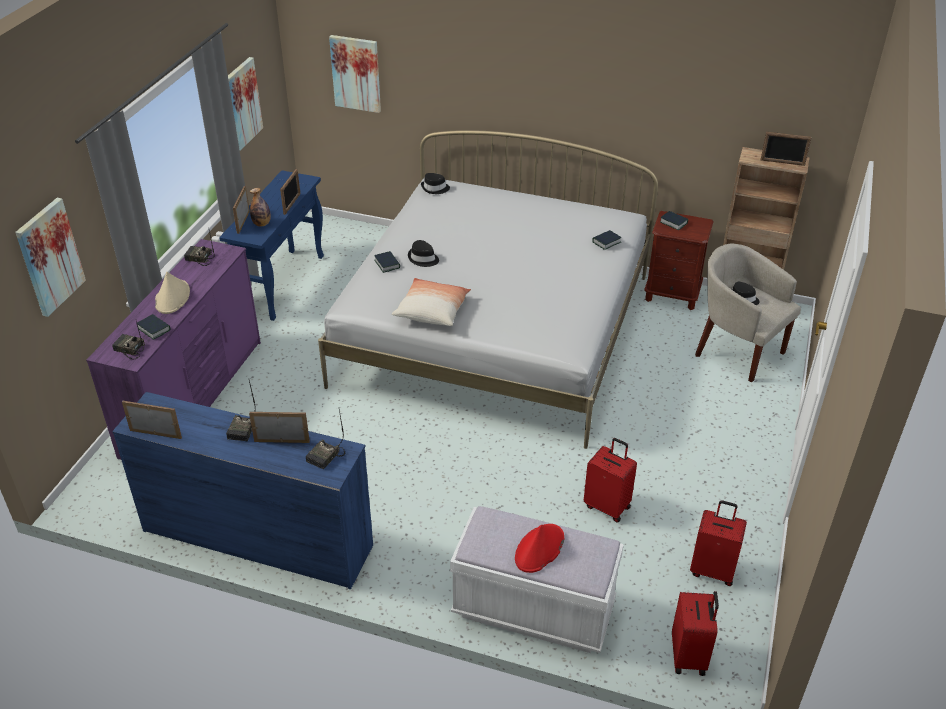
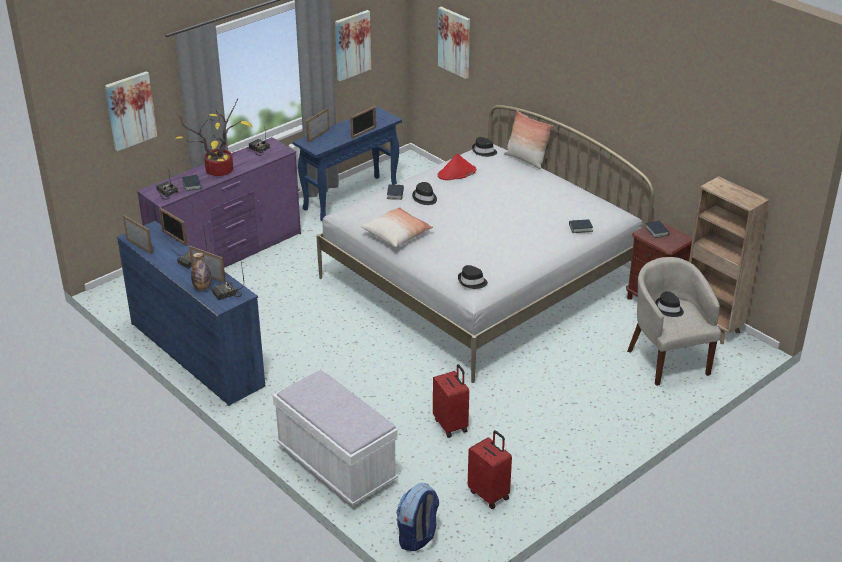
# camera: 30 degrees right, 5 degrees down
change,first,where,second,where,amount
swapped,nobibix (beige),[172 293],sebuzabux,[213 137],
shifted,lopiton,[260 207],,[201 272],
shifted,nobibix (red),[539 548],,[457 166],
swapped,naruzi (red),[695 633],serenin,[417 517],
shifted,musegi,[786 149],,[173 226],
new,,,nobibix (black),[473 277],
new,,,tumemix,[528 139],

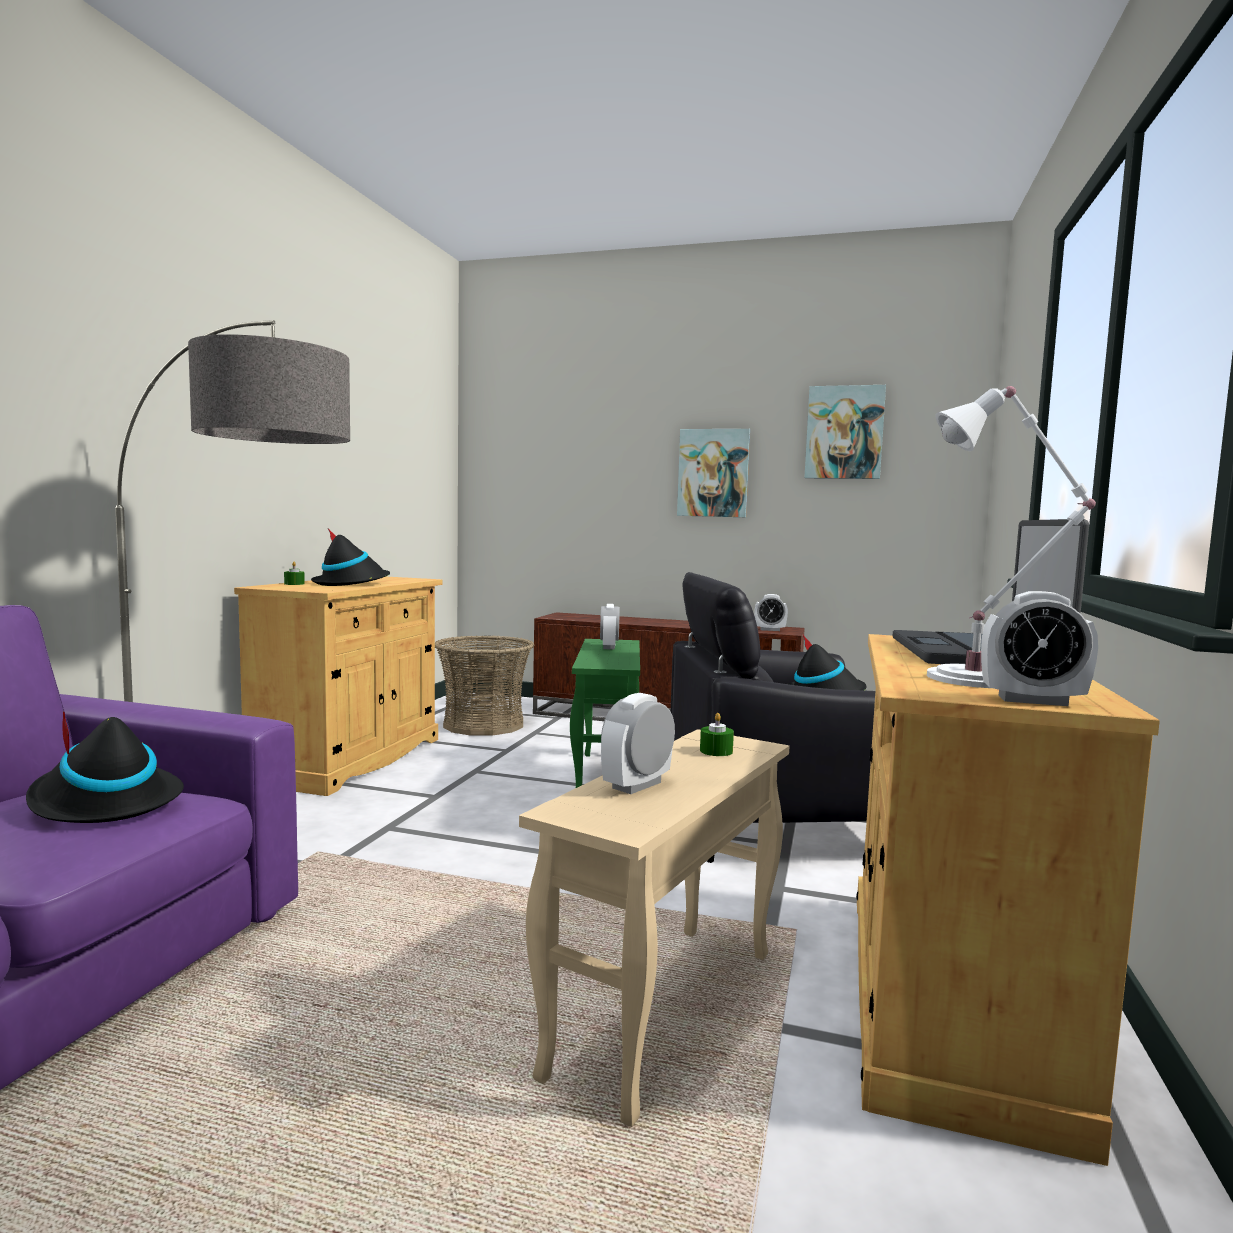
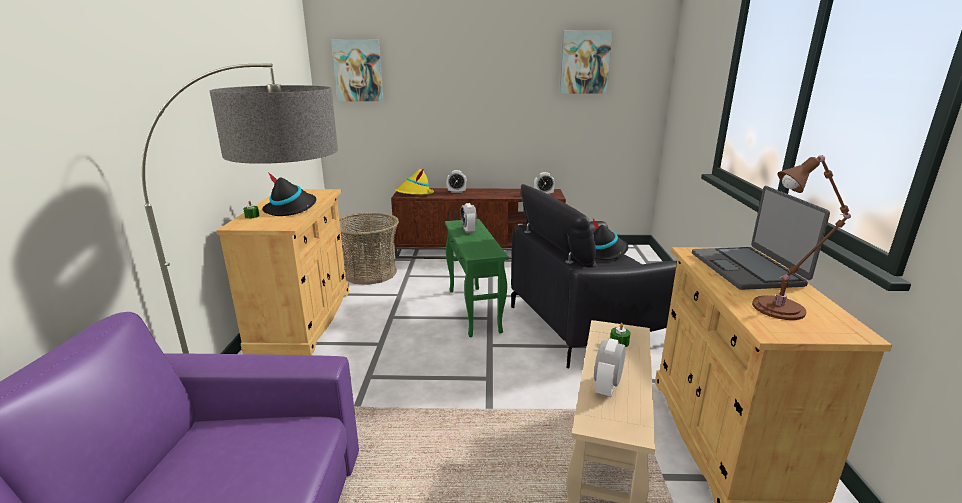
# camera: 15 degrees left, 15 degrees up
change,first,where,second,where,amount
gone,nobibix (black),[105 767],,,
shifted,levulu,[713 473],,[357 71],
repainted,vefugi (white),[1011 537],vefugi (brown),[801 237],
shifted,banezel,[1039 648],,[457 181],
new,,,nobibix (yellow),[414 181],

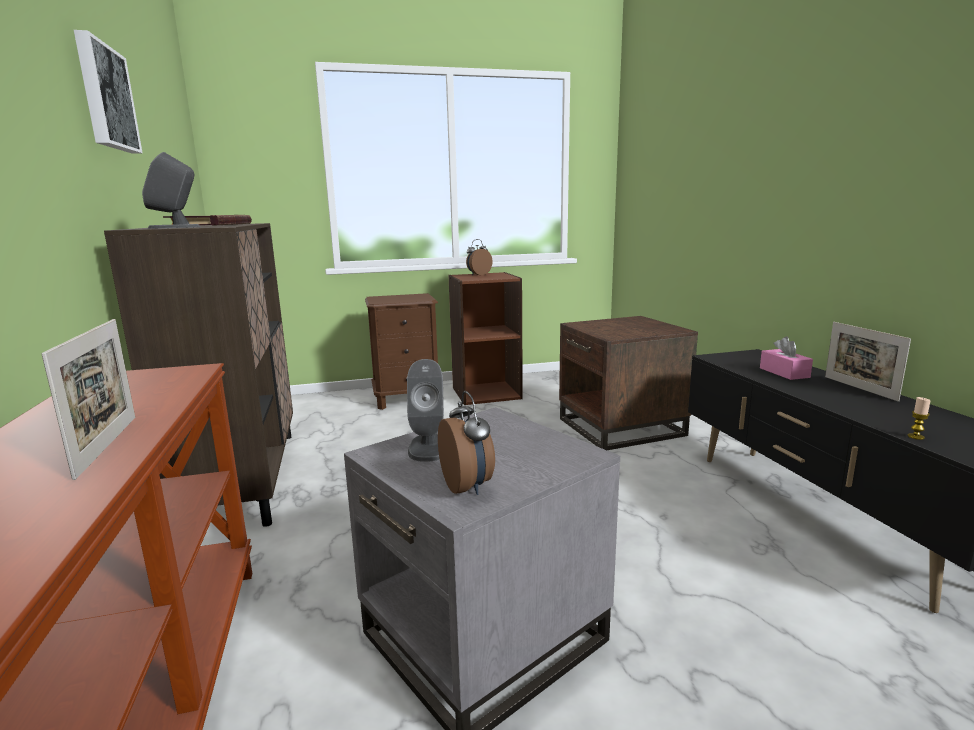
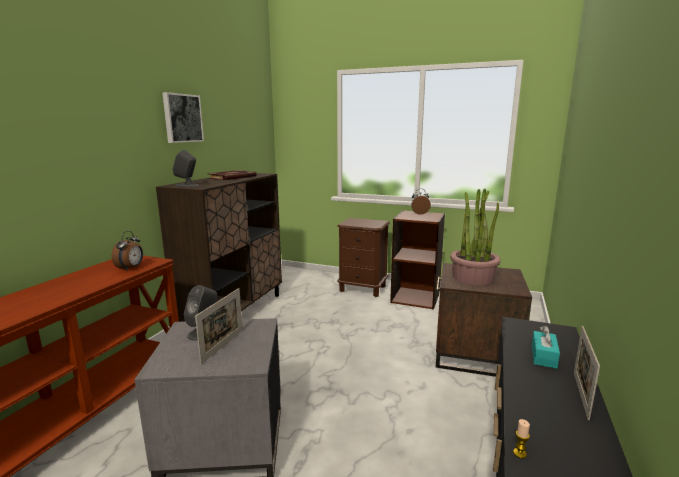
# camera: 35 degrees right, 0 degrees up
change,first,where,second,where,amount
shifted,musegi,[88 399],,[219 326],
shifted,banezel,[466 443],,[127 251],
repainted,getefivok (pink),[786 358],getefivok (turquoise),[546 347],
new,,,sebuzabux,[475 237],

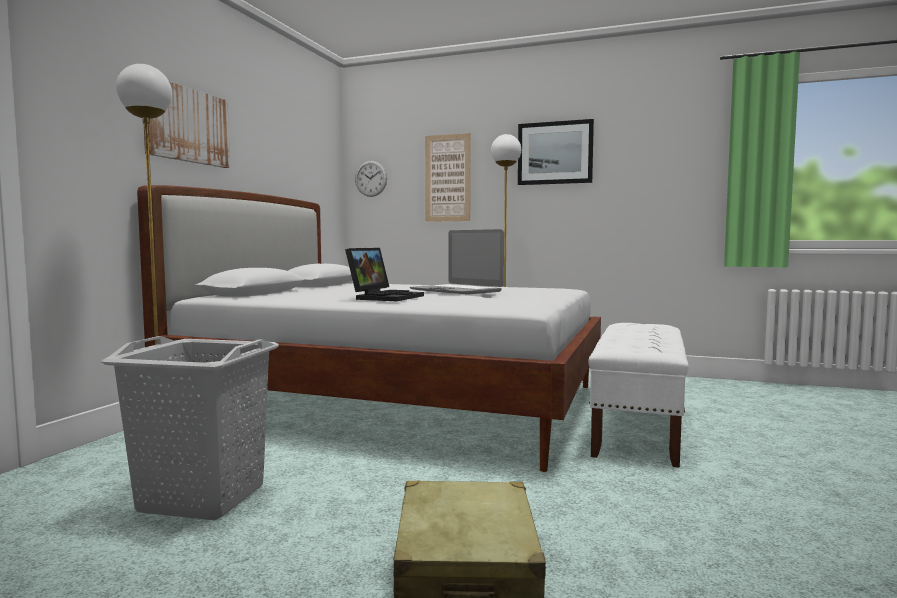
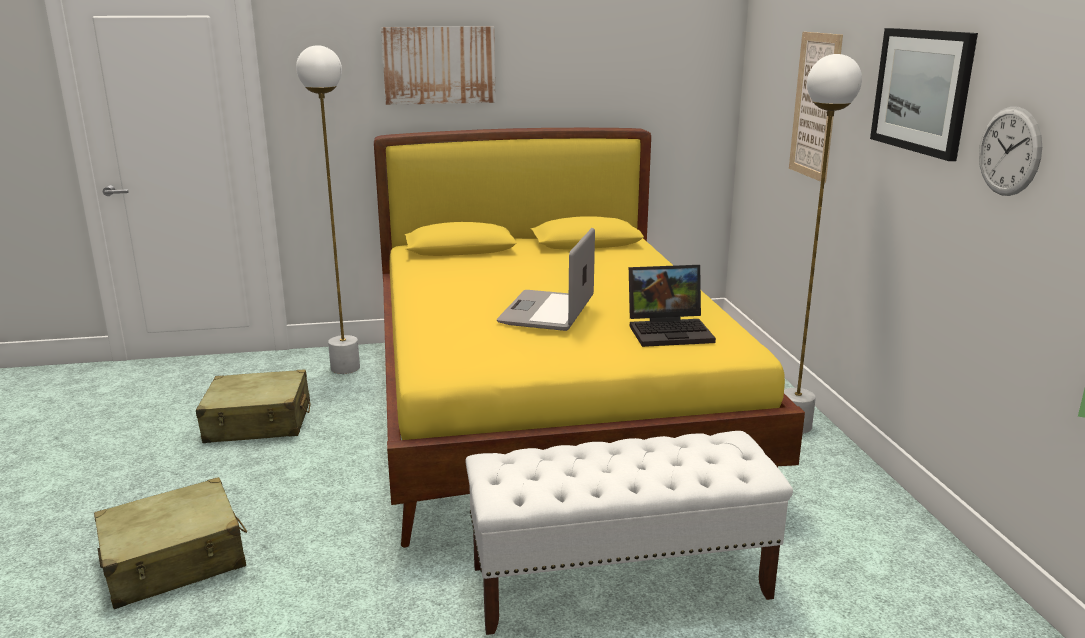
# camera: 60 degrees right, 15 degrees up
change,first,where,second,where,amount
swapped,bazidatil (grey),[190 428],naruzi (beige),[253 406],
repainted,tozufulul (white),[369 328],tozufulul (yellow),[589 338],
shifted,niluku,[384 274],,[672 306],
shifted,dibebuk,[371 179],,[1010 151],

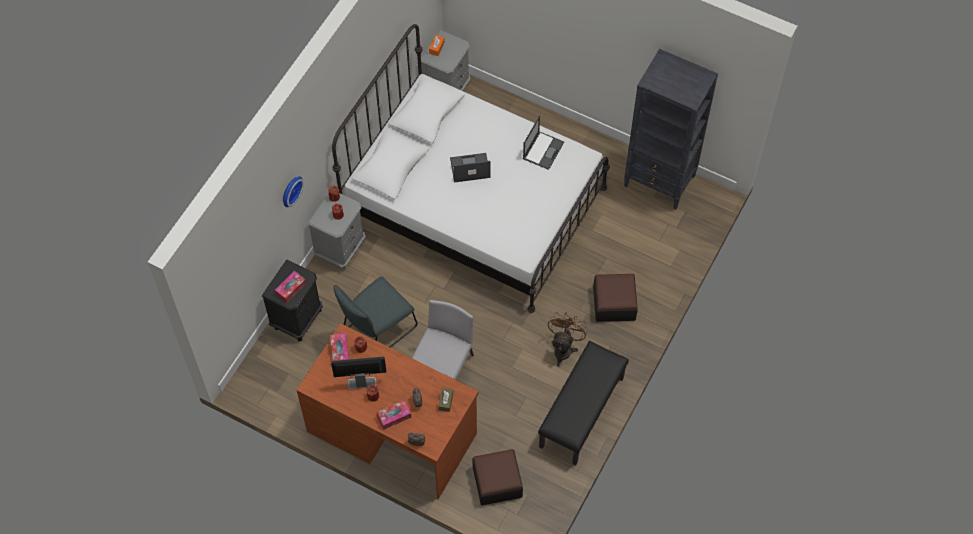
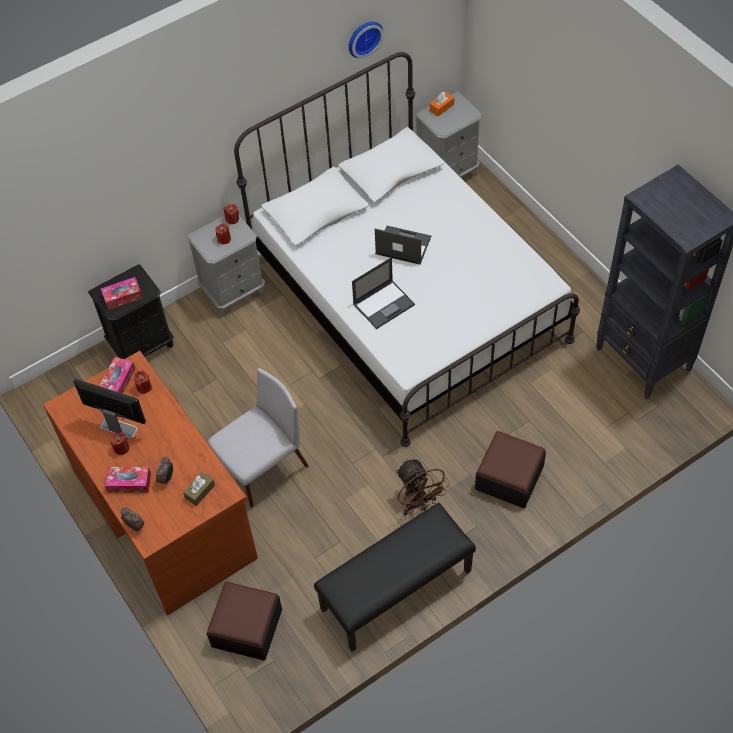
# camera: 30 degrees right, 5 degrees down
change,first,where,second,where,amount
shifted,dibebuk,[293 191],,[366 39],
gone,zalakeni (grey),[375 312],,,
shifted,niluku,[543 143],,[383 293],
rotated,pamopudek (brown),[568 339],,[423 487],105 degrees clockwise

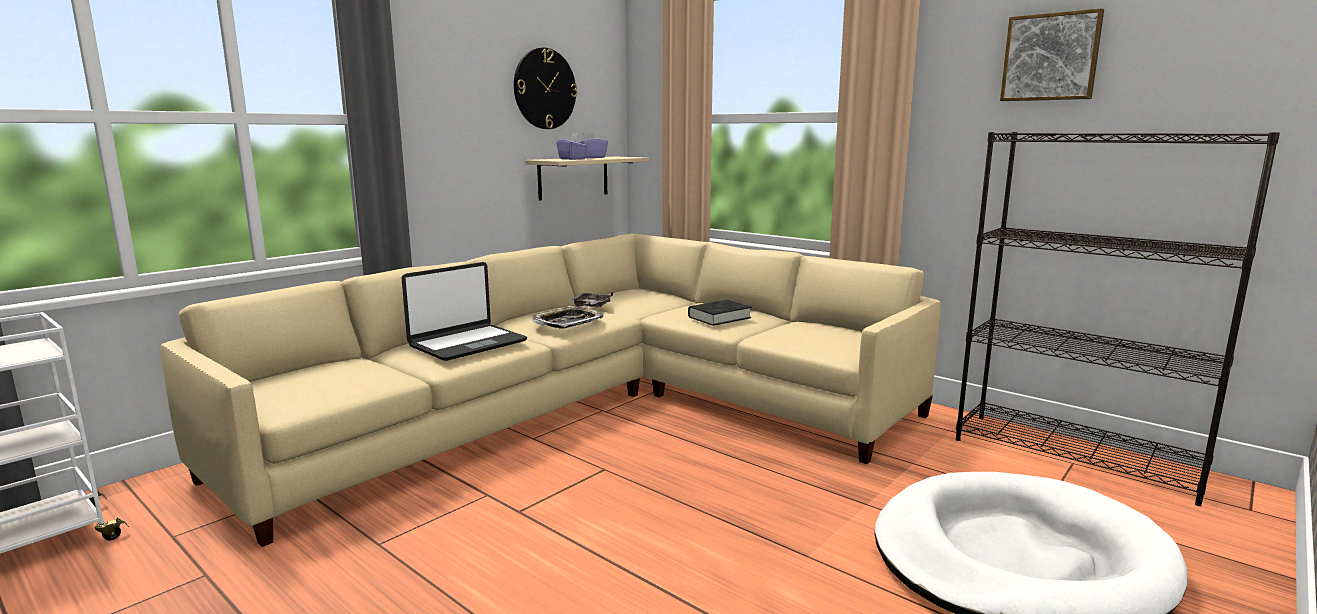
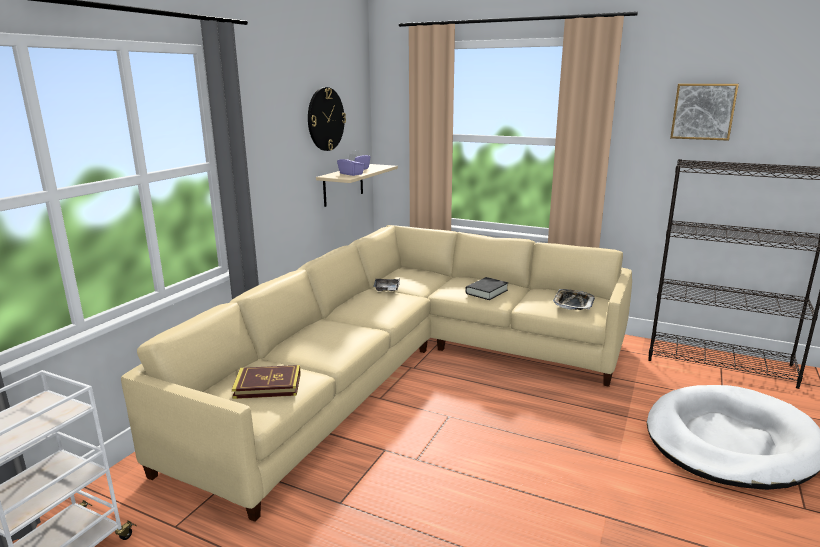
# camera: 15 degrees left, 5 degrees up
change,first,where,second,where,amount
gone,niluku,[464 311],,,
shifted,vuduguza,[568 317],,[574 299],
new,,,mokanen,[266 382],

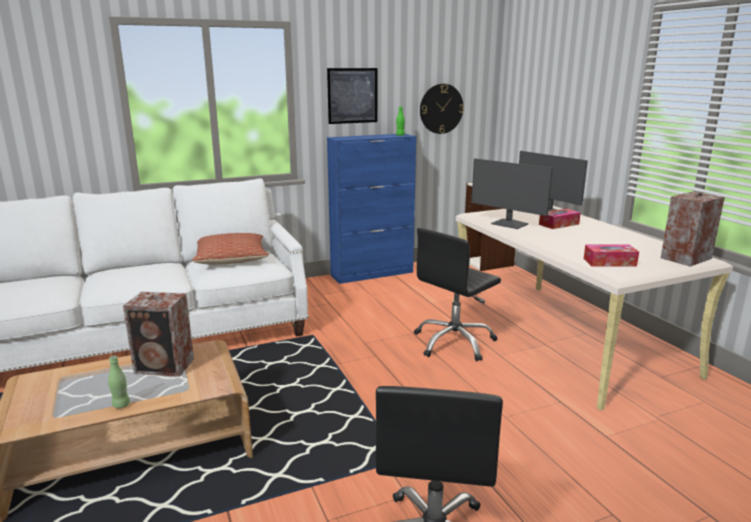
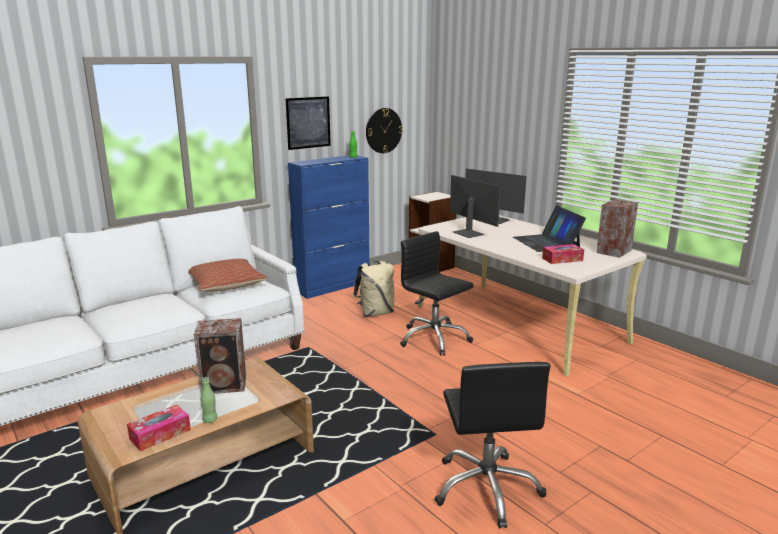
# camera: 15 degrees left, 0 degrees up
change,first,where,second,where,amount
rotated,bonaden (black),[457 294],,[436 293],105 degrees clockwise
rotated,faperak,[512 193],,[475 206],150 degrees counterclockwise
shifted,getefivok,[560 219],,[159 428],
new,,,serenin (beige),[373 289],
new,,,niluku,[549 229],

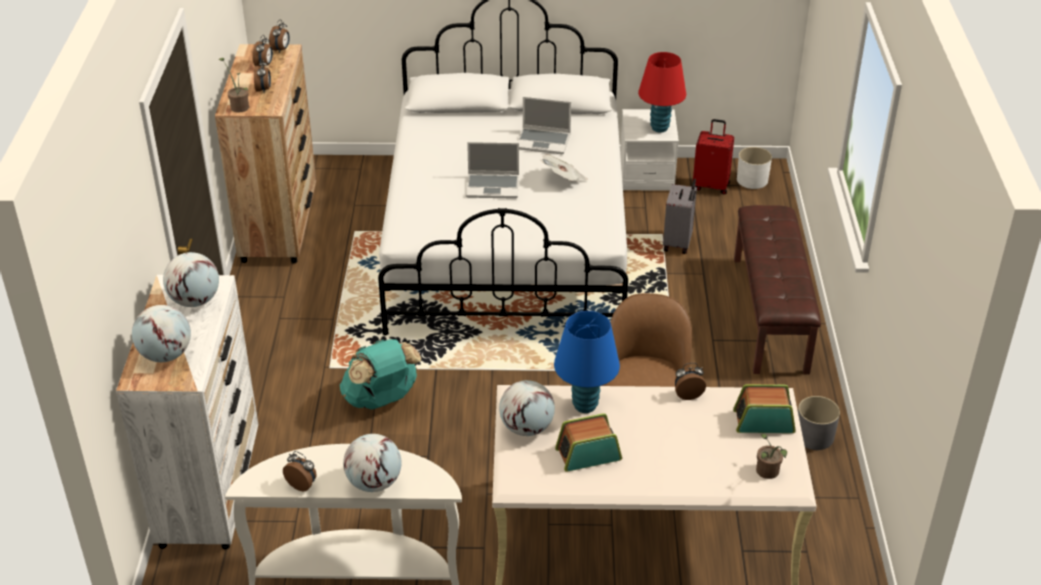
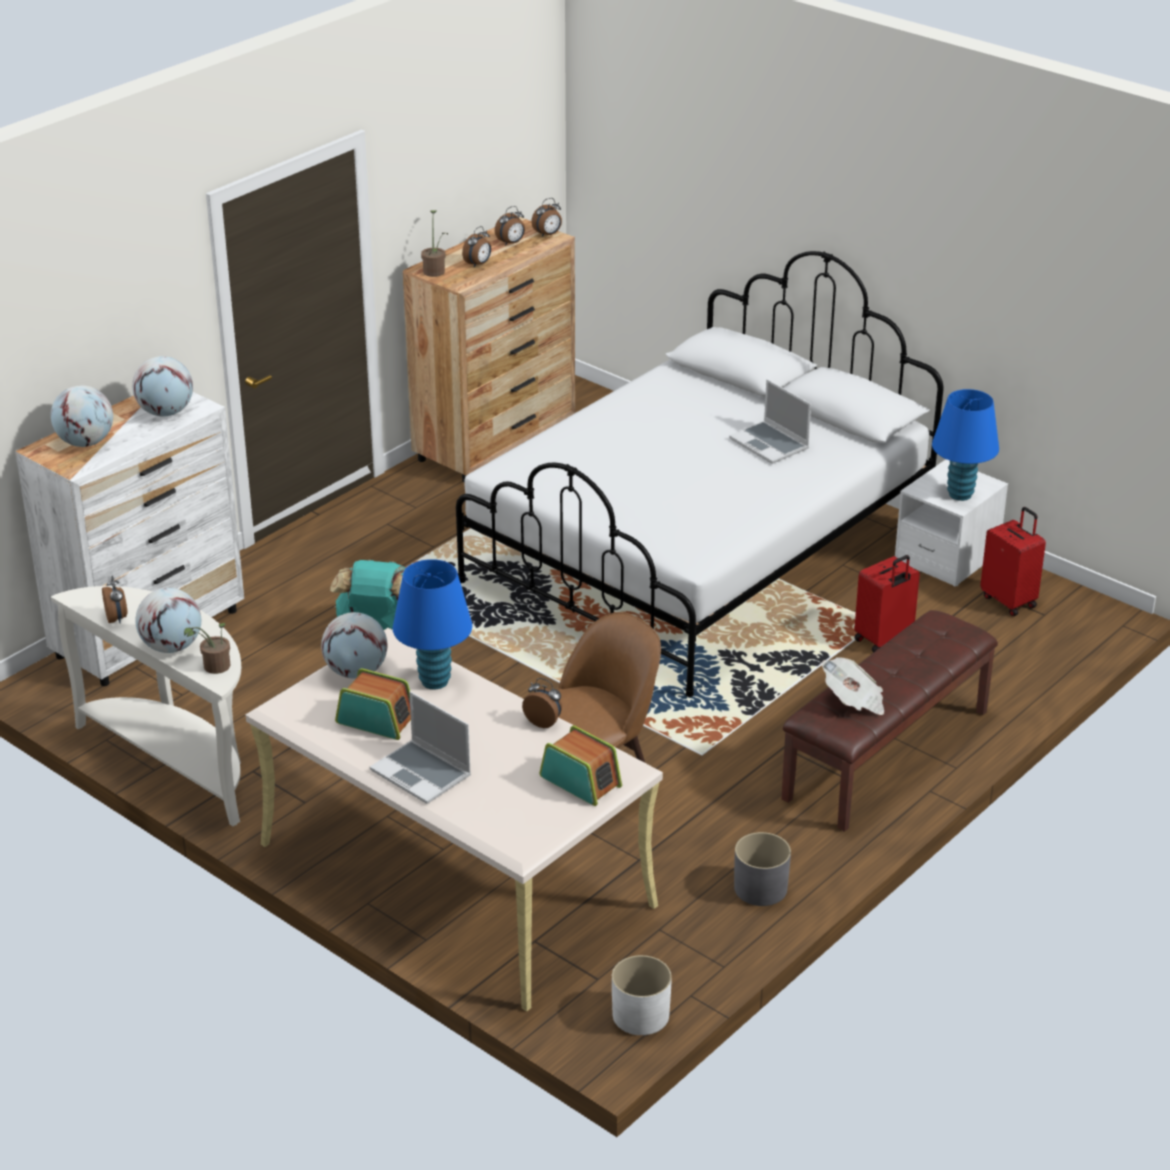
# camera: 40 degrees right, 5 degrees down
change,first,where,second,where,amount
shifted,niluku,[492 170],,[420 748],
shifted,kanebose,[564 168],,[853 686],
repainted,vefugi (red),[662 92],vefugi (blue),[965 445],
repainted,naruzi (grey),[680 216],naruzi (red),[887 603],
shifted,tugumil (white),[754 168],,[642 995],
shifted,sebuzabux,[771 456],,[207 648],

